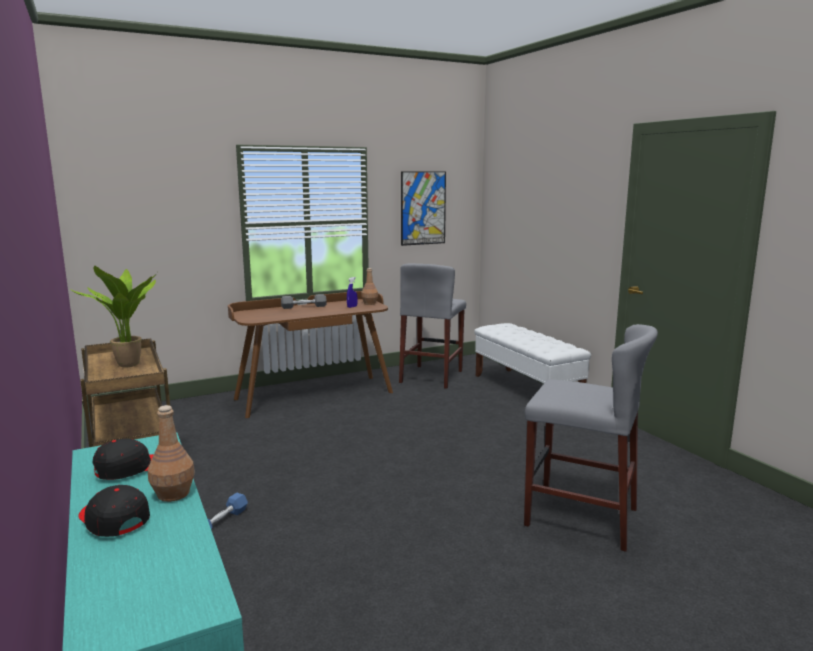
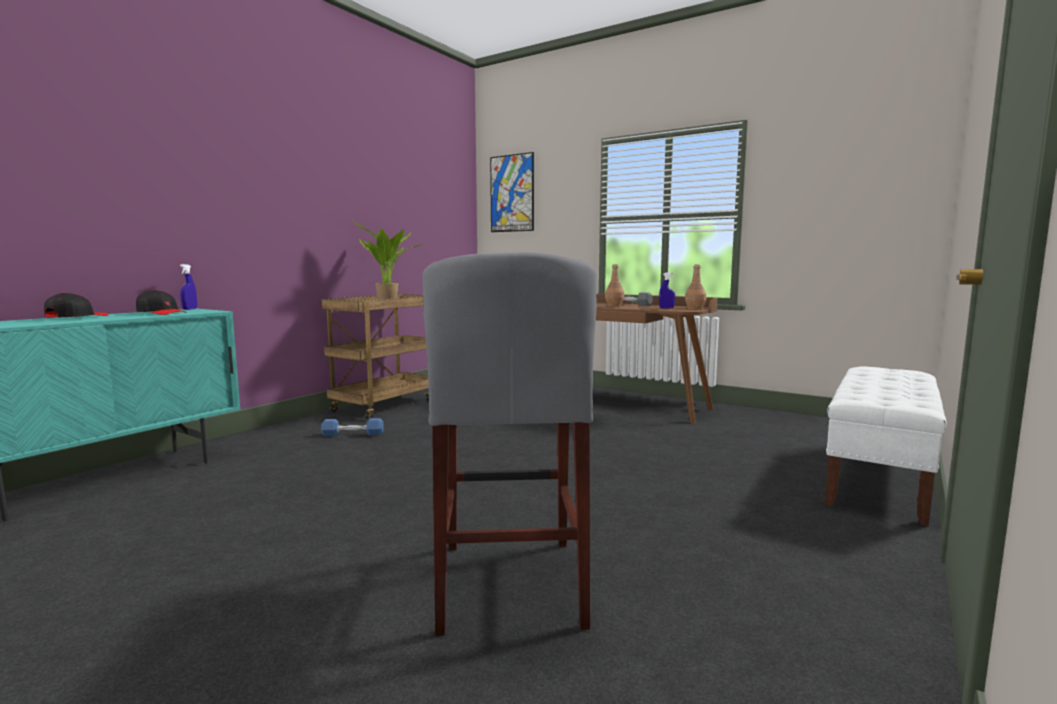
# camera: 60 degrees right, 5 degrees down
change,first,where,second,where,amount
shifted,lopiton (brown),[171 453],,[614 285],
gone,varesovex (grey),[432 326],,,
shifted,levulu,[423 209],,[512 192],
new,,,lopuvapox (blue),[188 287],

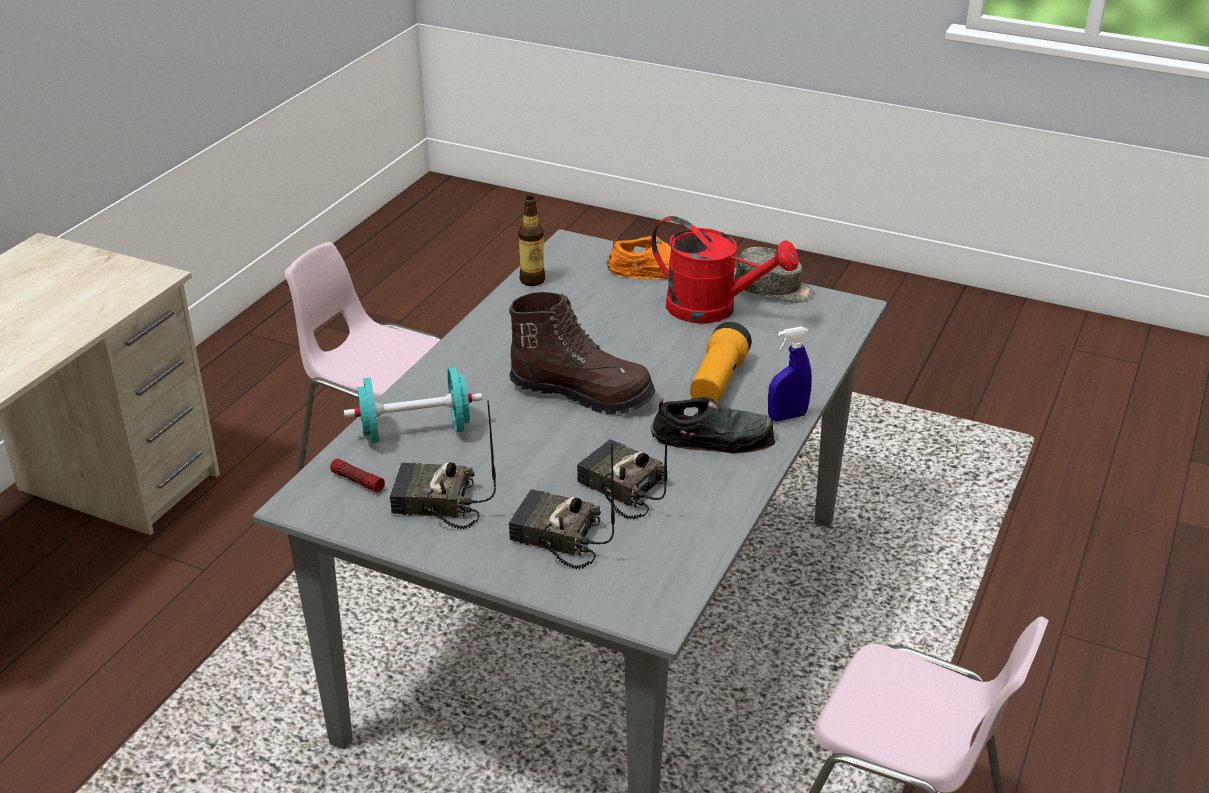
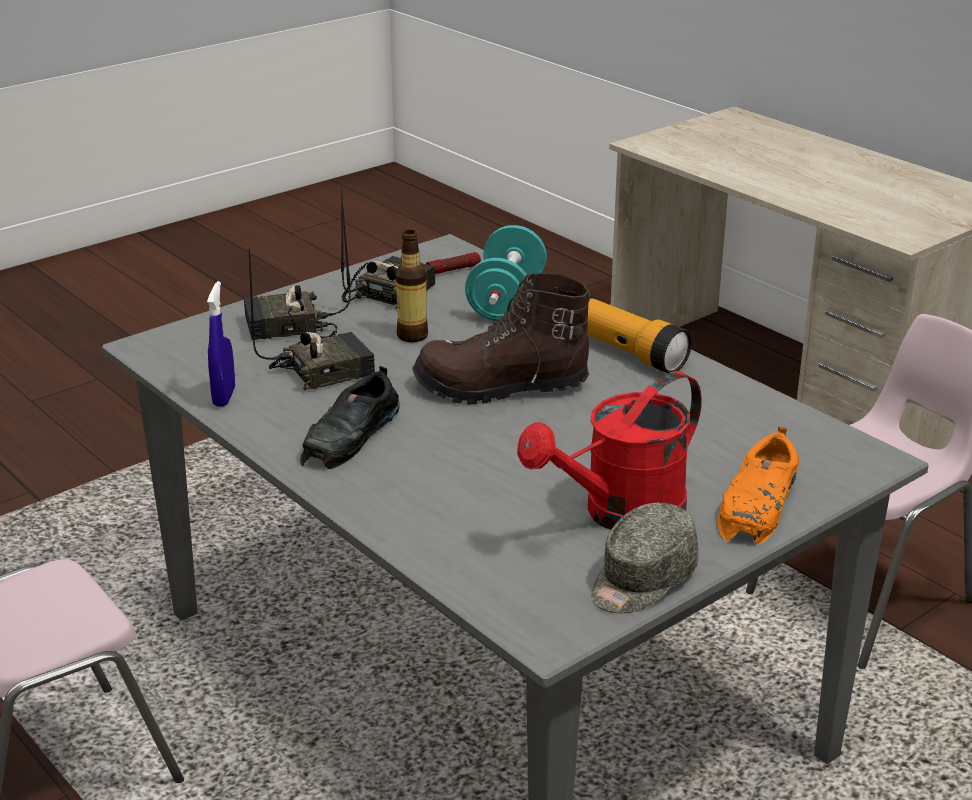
# camera: 115 degrees right, 5 degrees down
change,first,where,second,where,amount
rotated,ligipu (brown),[582 353],,[501 338],45 degrees clockwise
rotated,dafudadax,[562 505],,[297 271],150 degrees counterclockwise
shifted,lopiton,[531 241],,[411 286],
shifted,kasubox,[721 362],,[639 336],
shifted,lopuvapox (blue),[790 373],,[221 344],

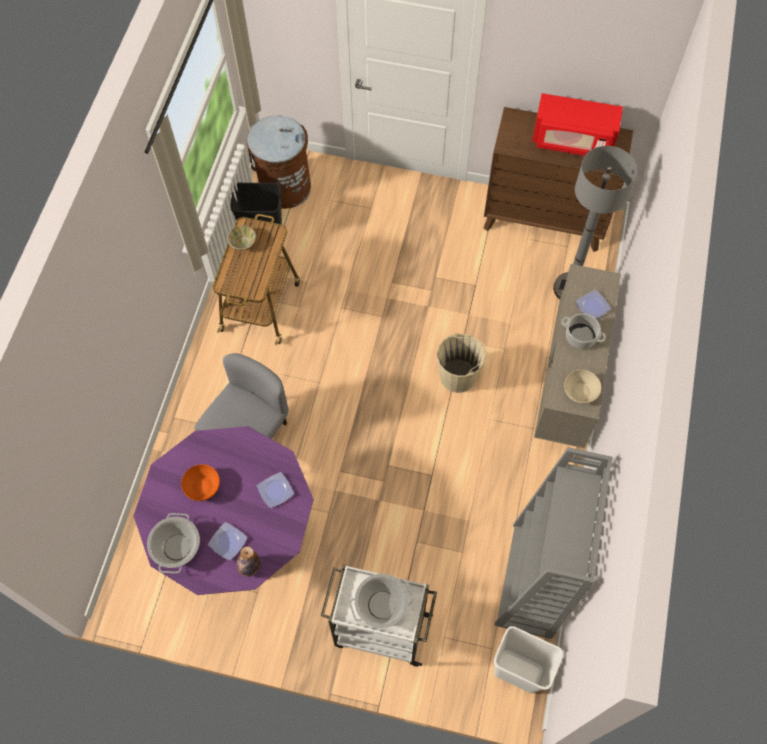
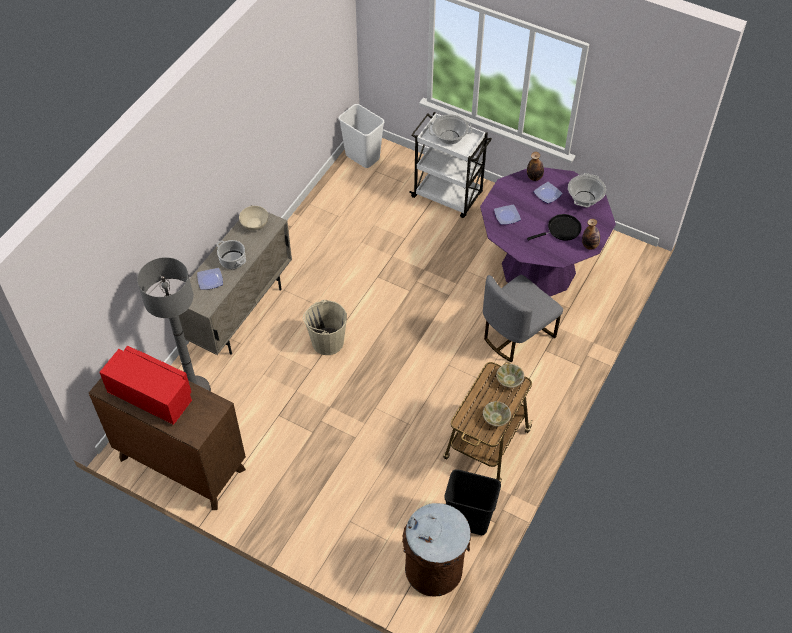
# camera: 165 degrees left, 10 degrees down
change,first,where,second,where,amount
swapped,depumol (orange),[200 482],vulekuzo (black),[554 227],
gone,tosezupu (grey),[553 543],,,
new,,,depumol (beige),[510 376],
new,,,lopiton,[591 234],

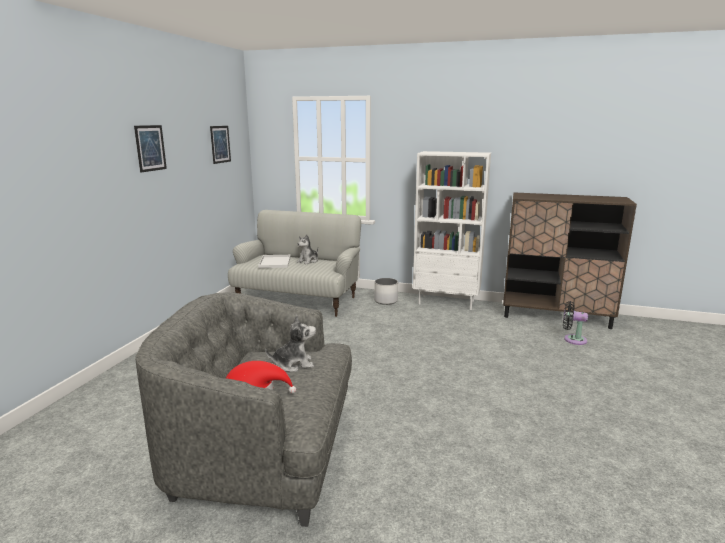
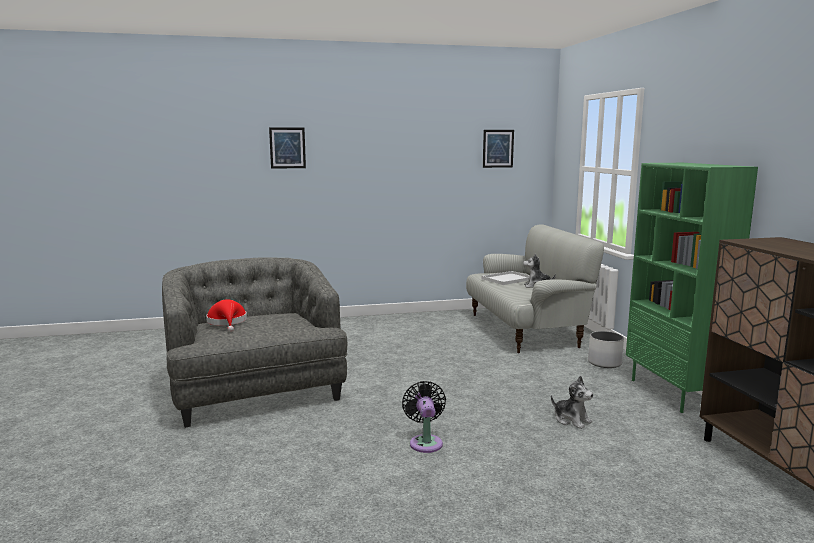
# camera: 60 degrees right, 5 degrees down
change,first,where,second,where,amount
shifted,levulu,[150 149],,[287 148],
shifted,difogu,[290 343],,[572 402],
repainted,tosezupu (white),[452 230],tosezupu (green),[692 288],
shifted,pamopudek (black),[575 323],,[424 417],

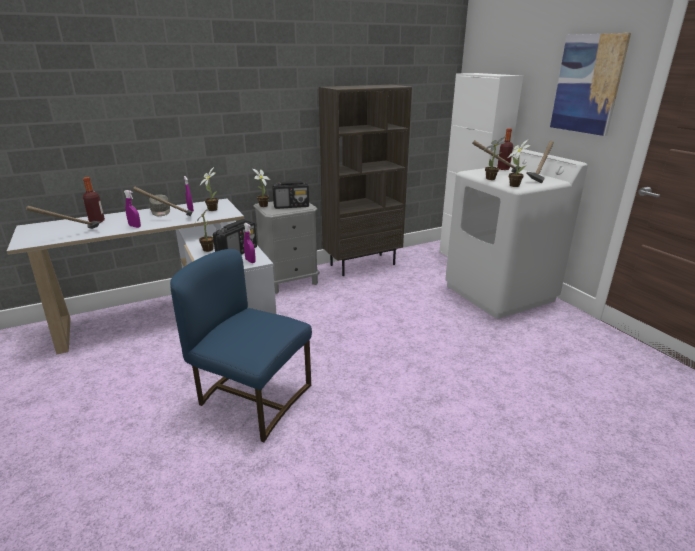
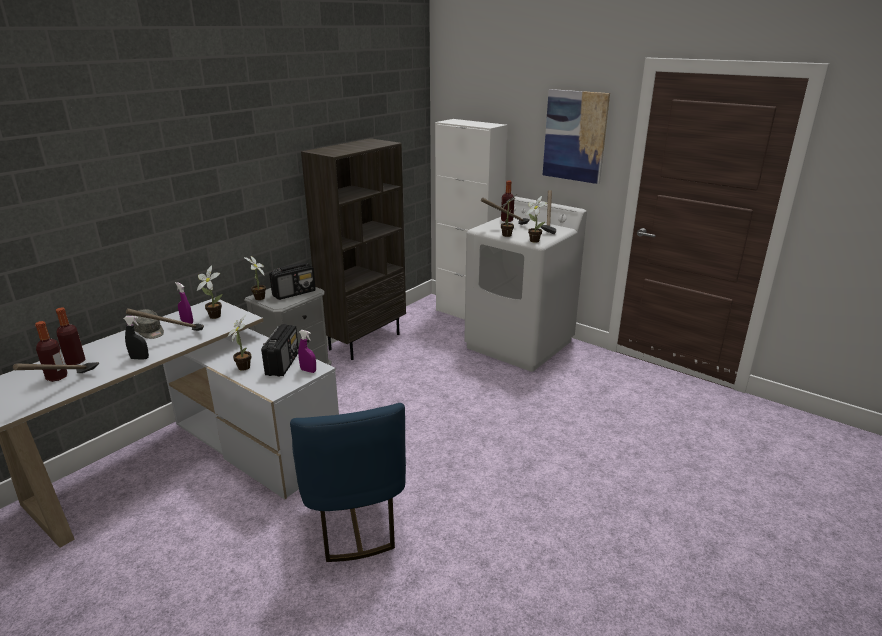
# camera: 25 degrees left, 0 degrees up
change,first,where,second,where,amount
repainted,lopuvapox (purple),[132 209],lopuvapox (black),[136 338],
rotated,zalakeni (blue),[241 345],,[348 482],105 degrees counterclockwise
new,,,lopiton,[51 351],

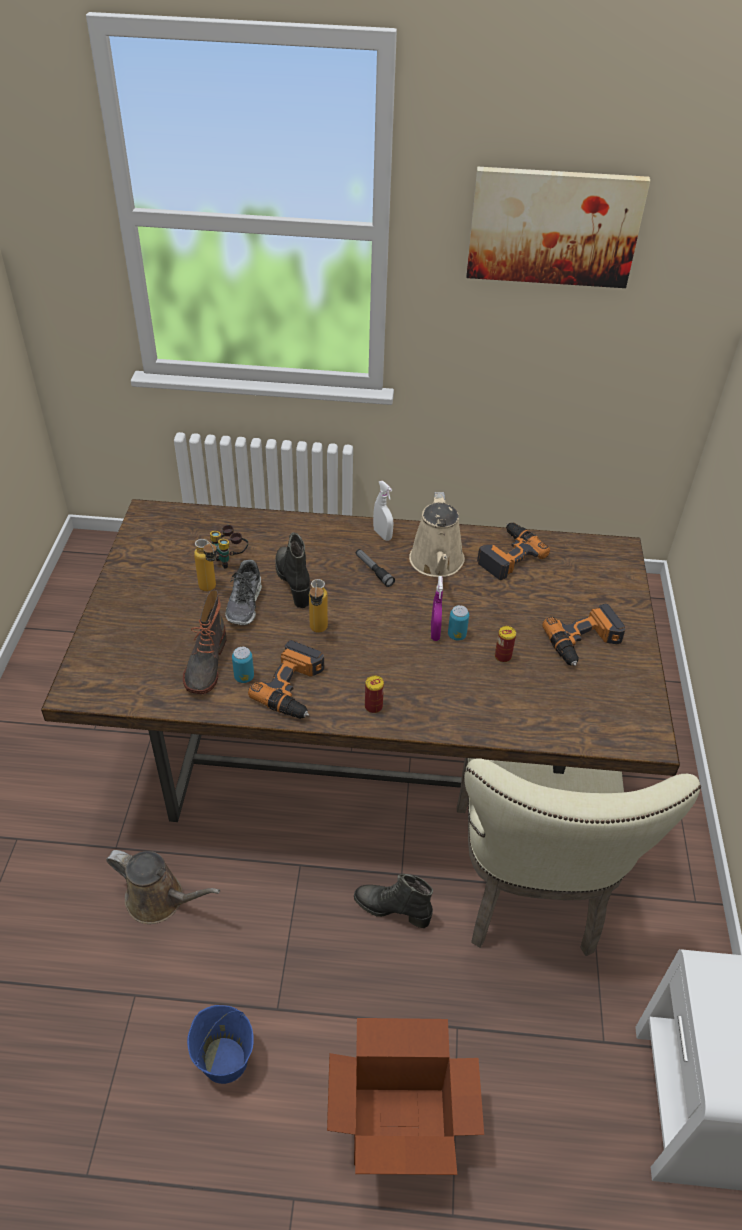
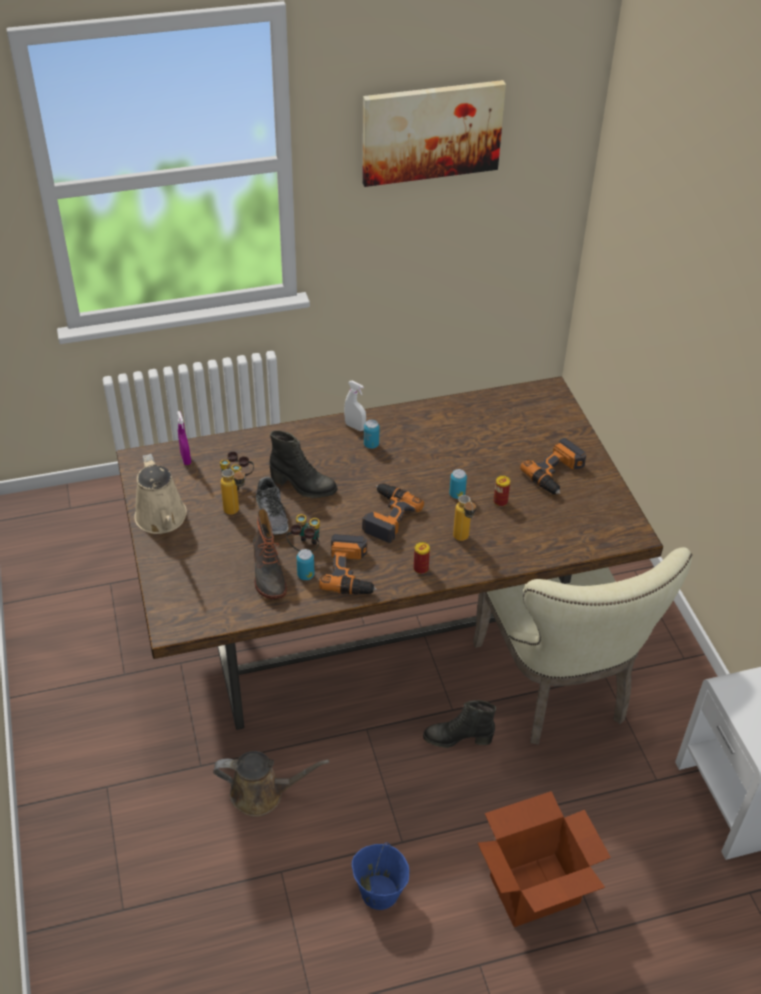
# camera: 20 degrees left, 0 degrees up
change,first,where,second,where,amount
rotated,ligipu (black),[292 570],,[303 464],150 degrees clockwise
shifted,lopiton,[318 606],,[464 518],
gone,kasubox,[375 568],,,
shifted,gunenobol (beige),[437 534],,[160 494],
shifted,lopuvapox (purple),[437 608],,[184 438],
shifted,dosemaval,[513 551],,[393 513],
new,,,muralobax,[303 533],
new,,,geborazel,[372 434],

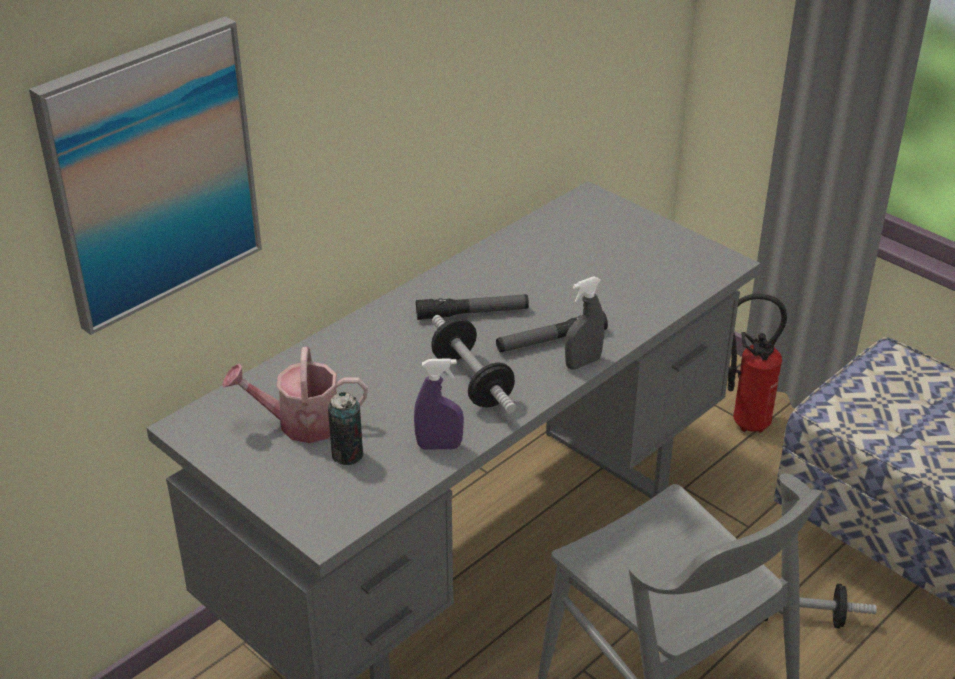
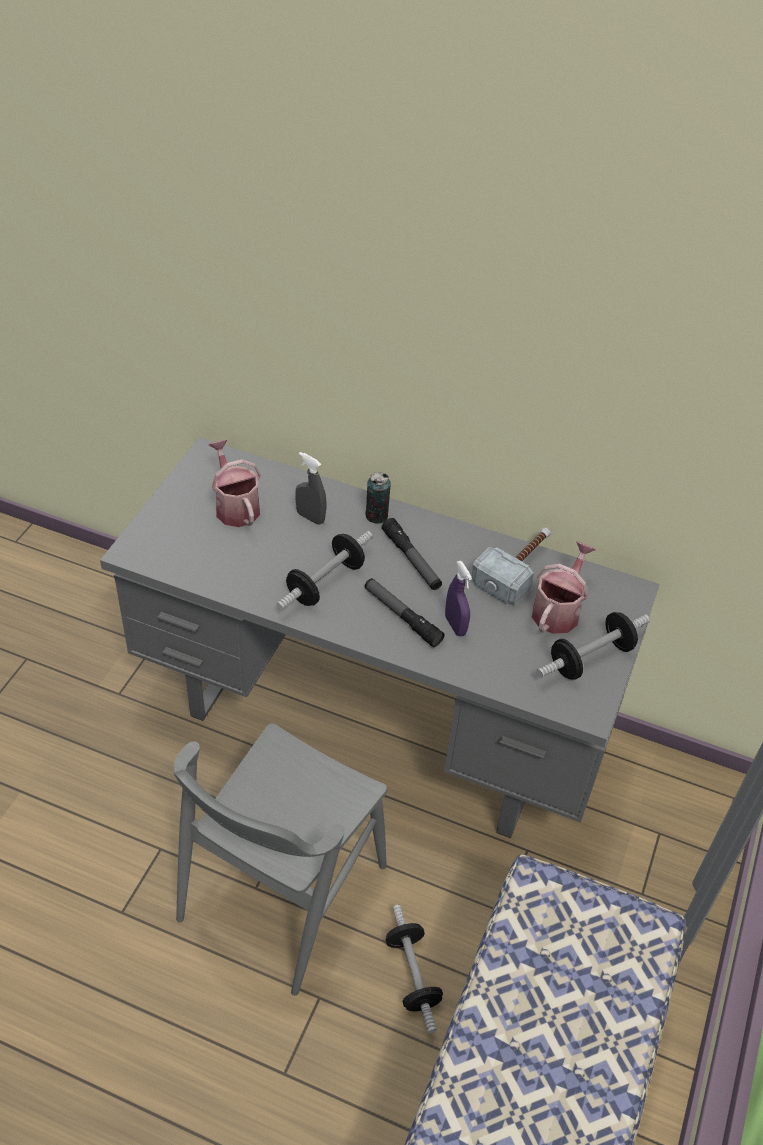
# camera: 65 degrees right, 10 degrees up
change,first,where,second,where,amount
gone,levulu,[145 176],,,
shifted,geborazel,[345 428],,[378 498],
shifted,lopuvapox (purple),[439 404],,[458 598],
shifted,lopuvapox (grey),[584 322],,[311 488],
gone,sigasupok,[757 363],,,
new,,,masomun,[511 566],
new,,,gunenobol,[564 587],
new,,,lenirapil,[593 646],

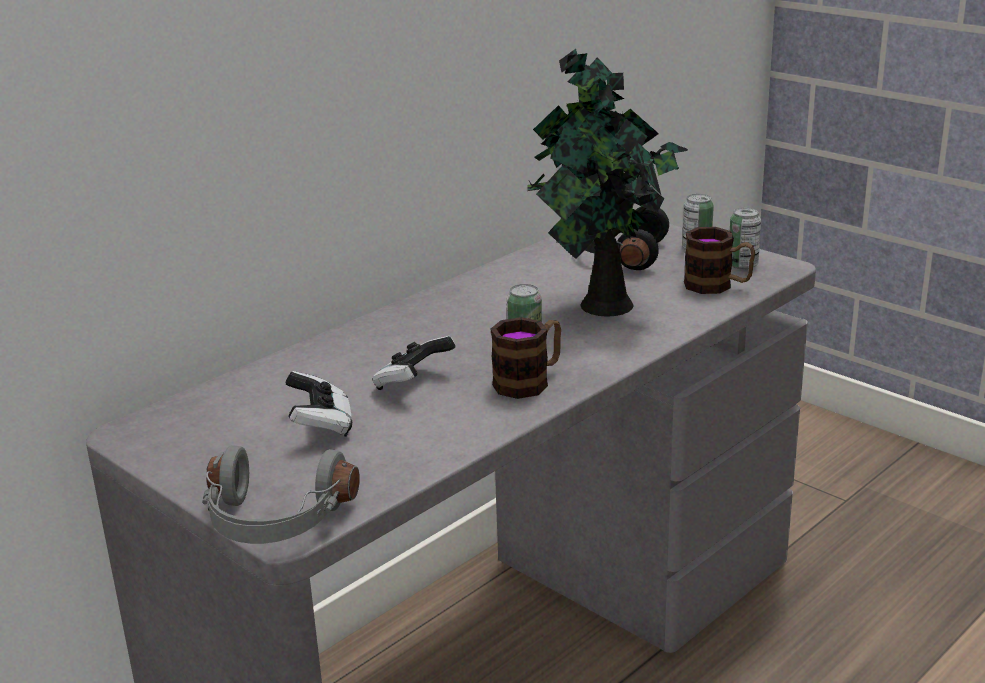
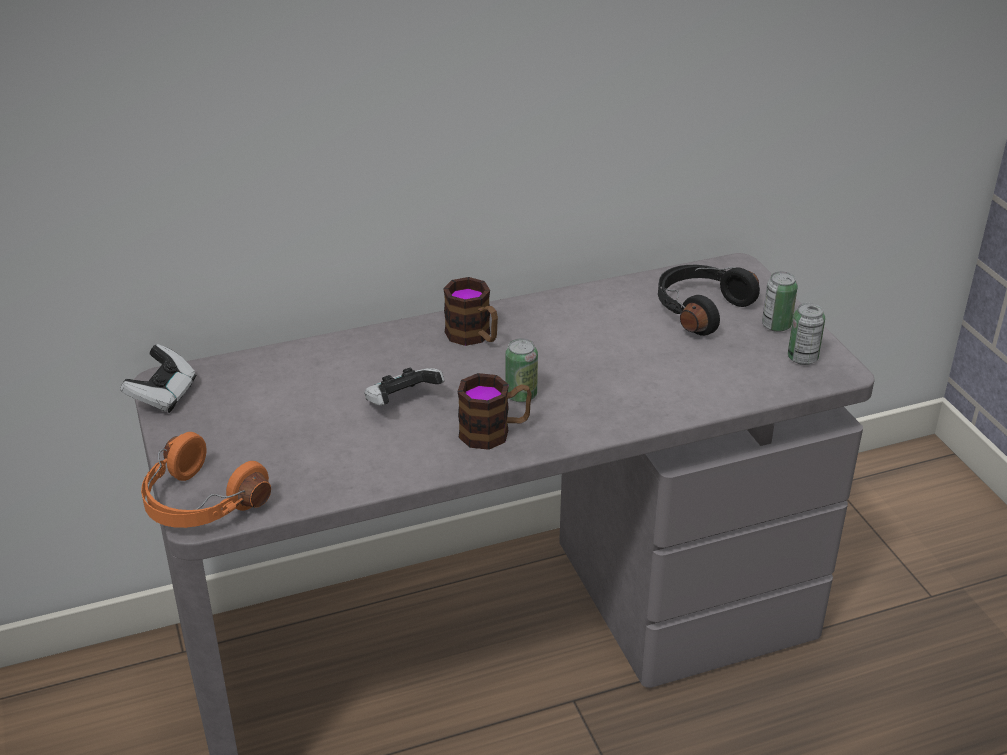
# camera: 25 degrees right, 10 degrees up
change,first,where,second,where,amount
repainted,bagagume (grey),[281 494],bagagume (orange),[206 480],
shifted,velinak,[318 404],,[158 378],
gone,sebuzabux,[607 183],,,
shifted,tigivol,[719 260],,[470 311],

